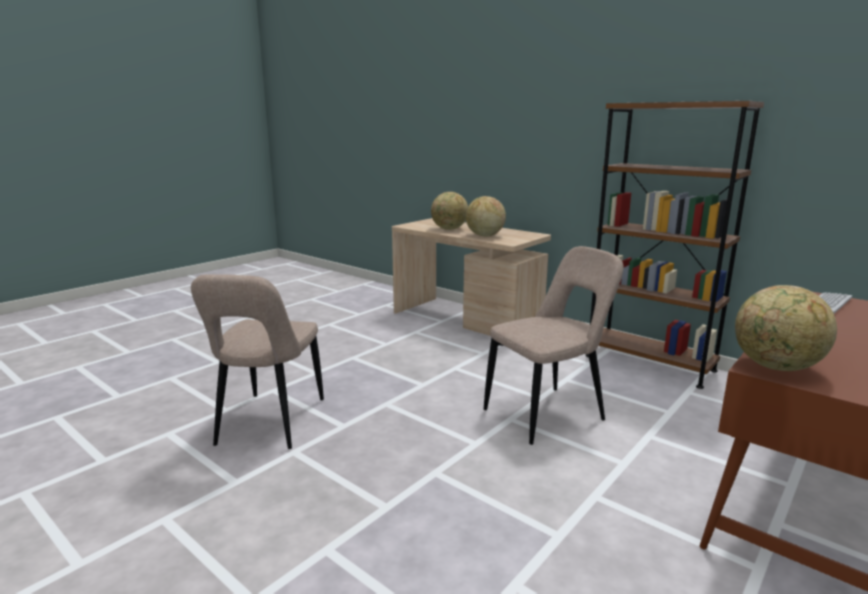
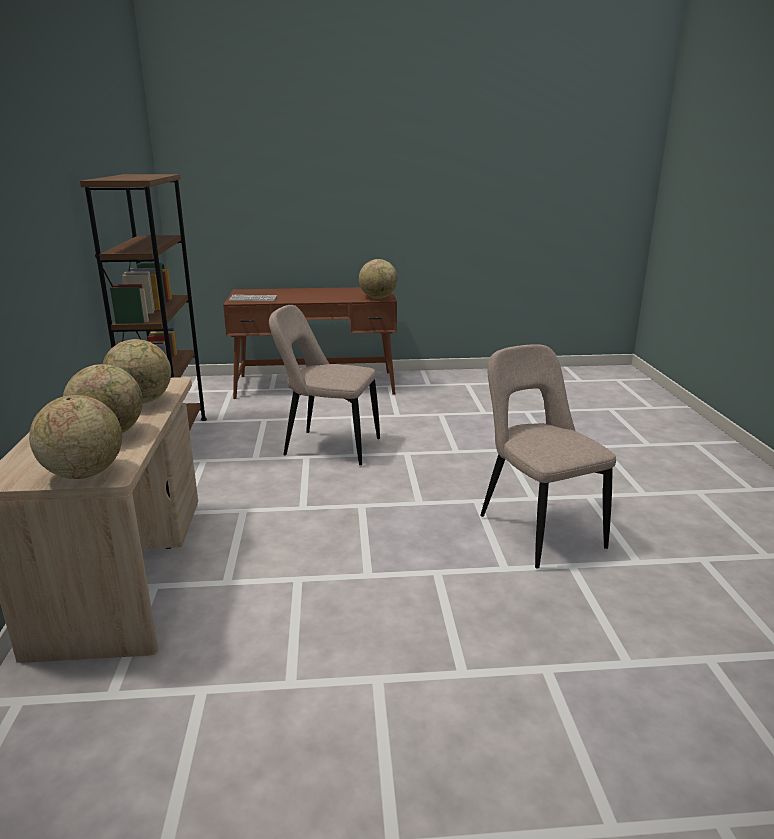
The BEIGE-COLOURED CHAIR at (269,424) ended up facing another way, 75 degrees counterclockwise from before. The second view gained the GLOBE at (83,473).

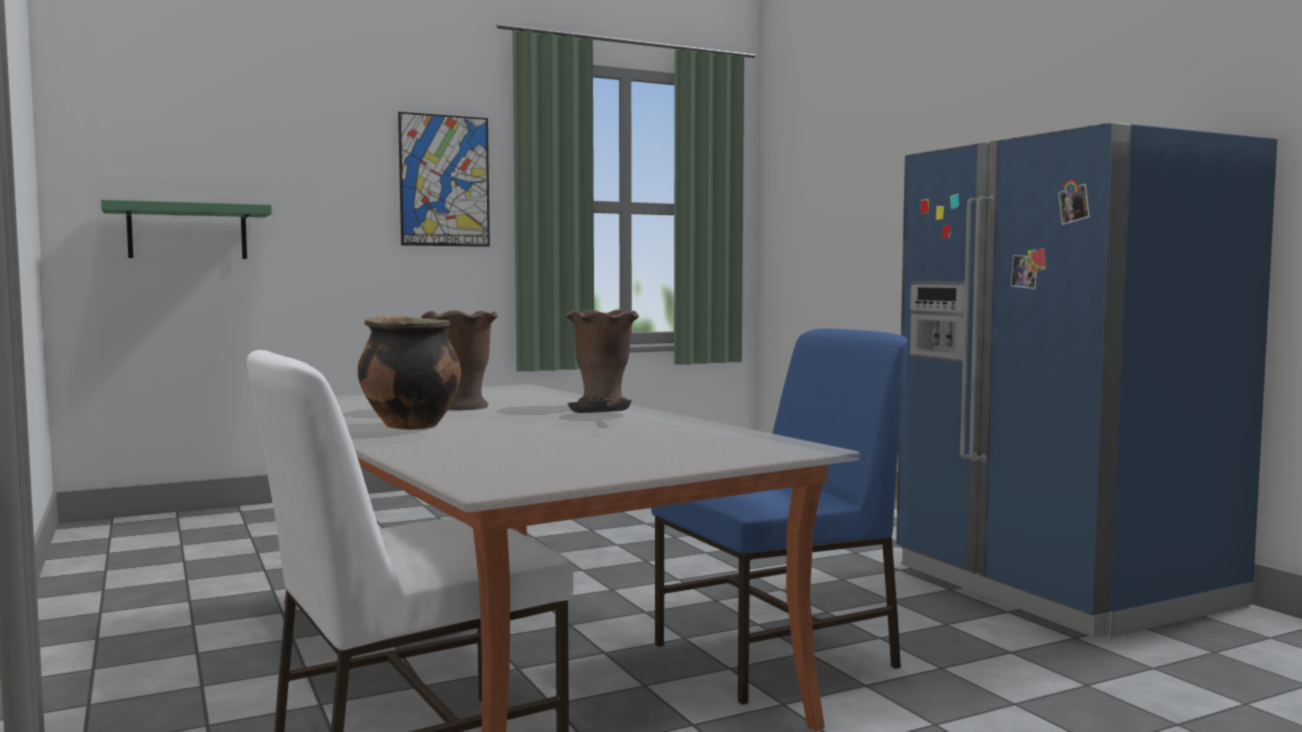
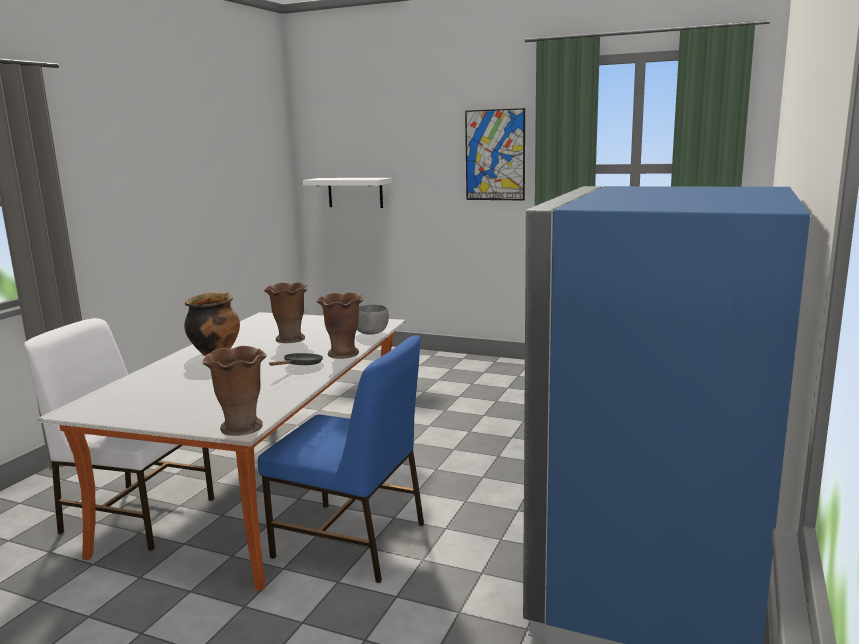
What was the GREENISH SHELF at (188,232) turned into the WHITE-COLOURED SHELF at (355,192). The second view gained the GRAY SERVING BOWL at (371,333). The second view gained the BROWN VASE at (242,427).

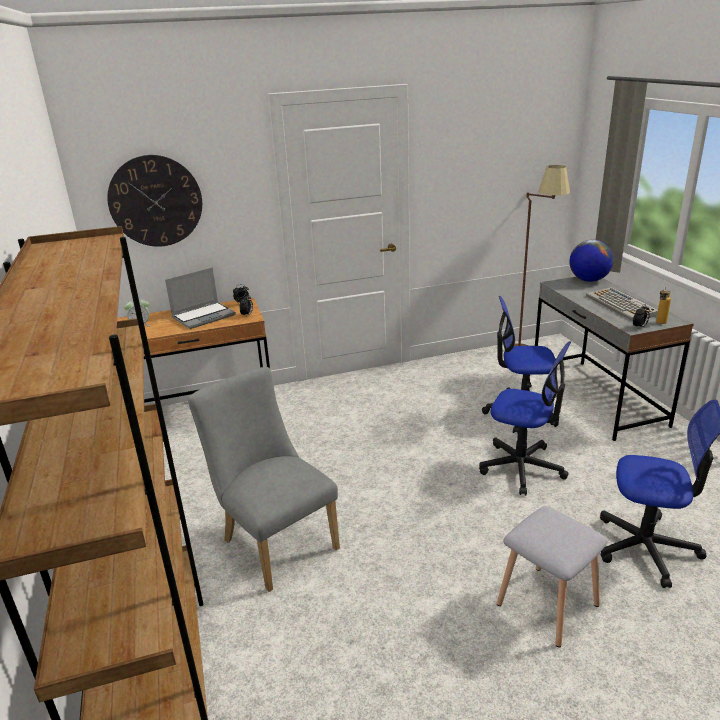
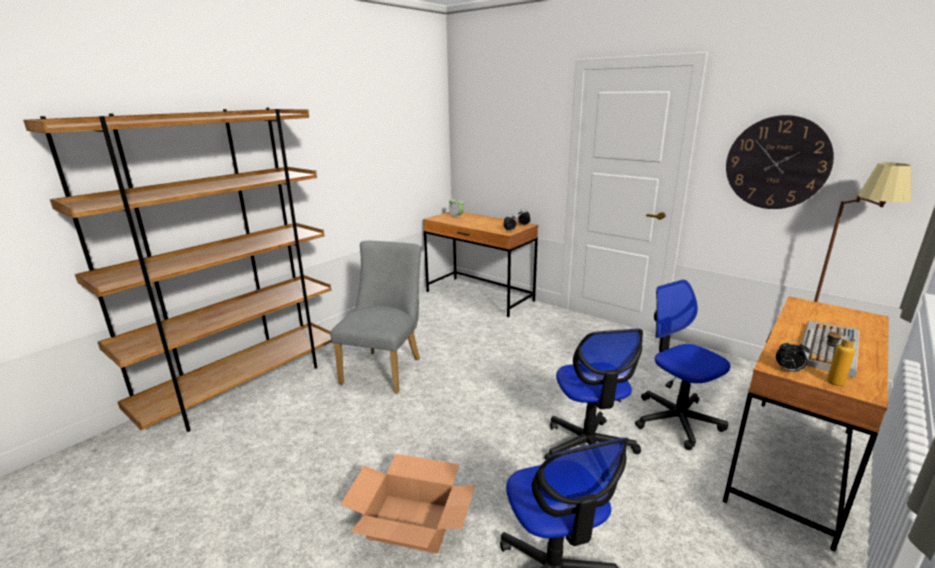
The HANGING CLOCK ended up elsewhere, having gone from (155,201) to (777,163). The second view lost the GLOBE at (588,280). The second view lost the PORTABLE COMPUTER at (204,316). What was the GRAY DESK at (596,398) turned into the BROWN DESK at (791,464). Where the GRAY STOOL SEAT stood at (547,606), the PACKING BOX came to stand at (411,522).

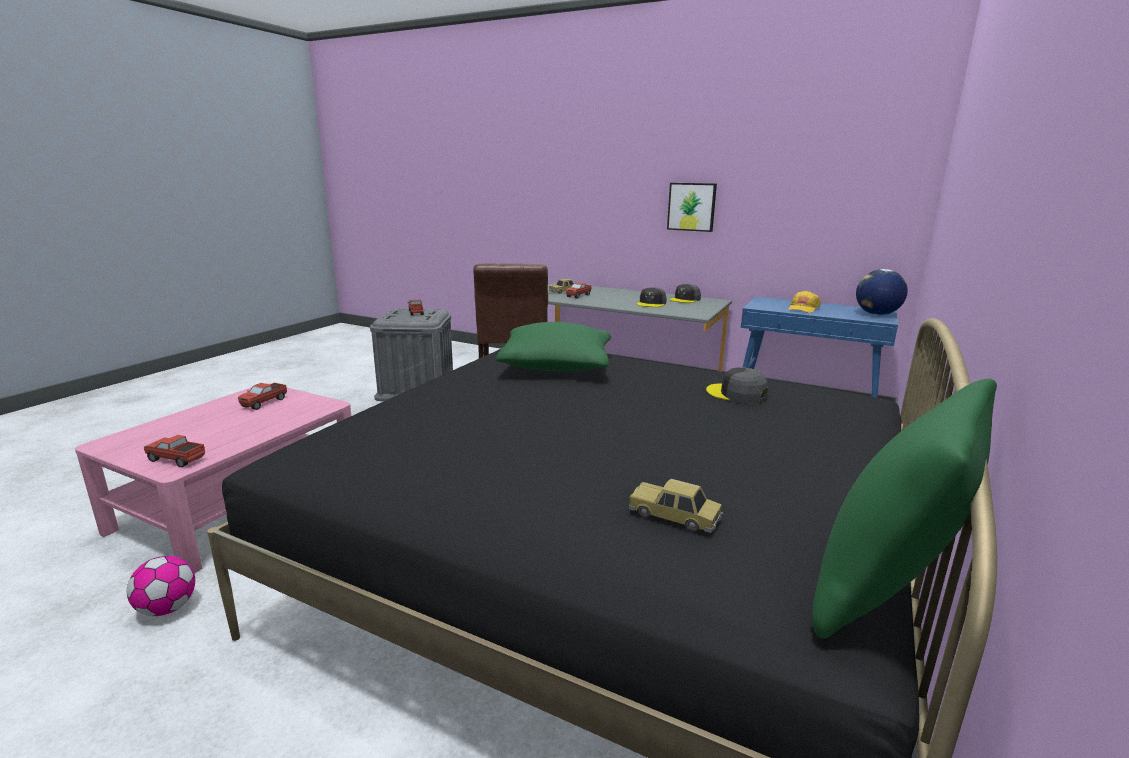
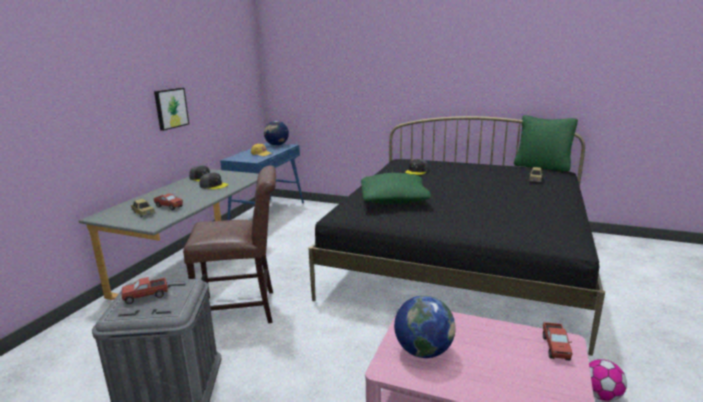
Where the MODEL TRUCK stood at (264,403), the GLOBE came to stand at (423,351).

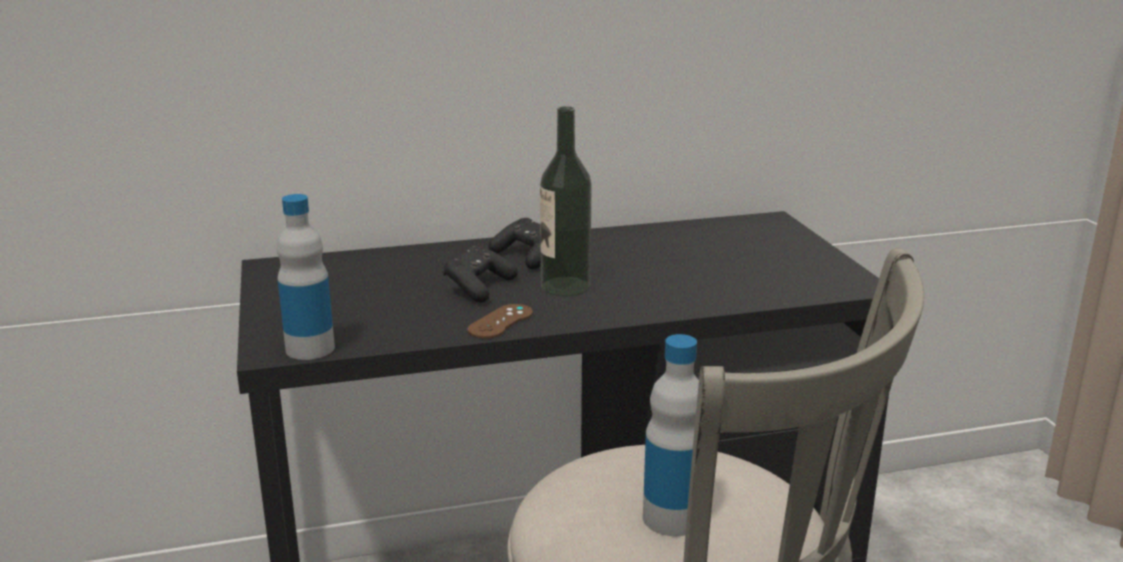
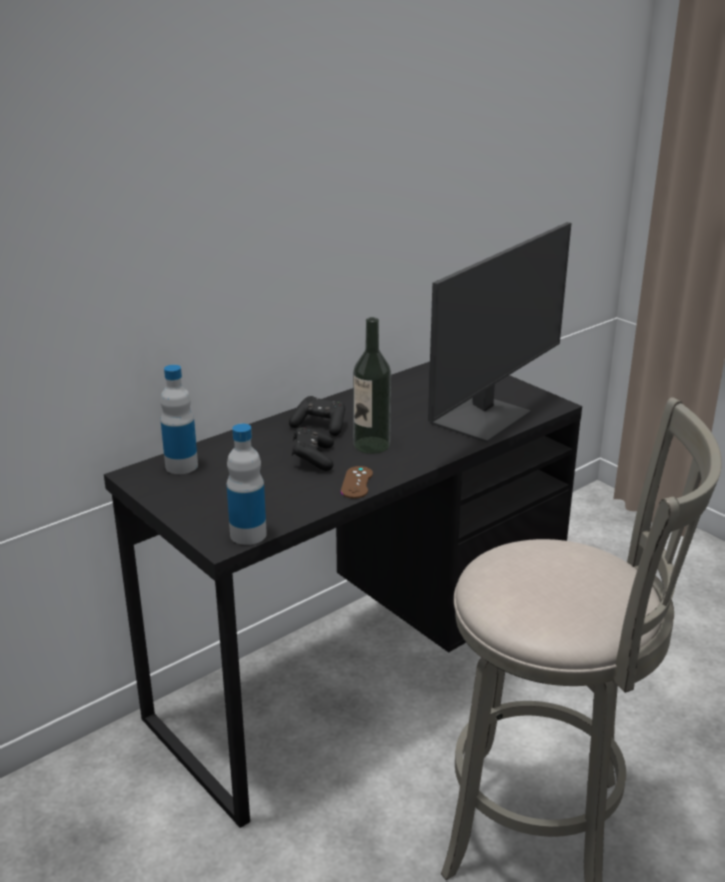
The BOTTLE ended up elsewhere, having gone from (672,518) to (181,466). The second view gained the COMPUTER DISPLAY at (483,418).

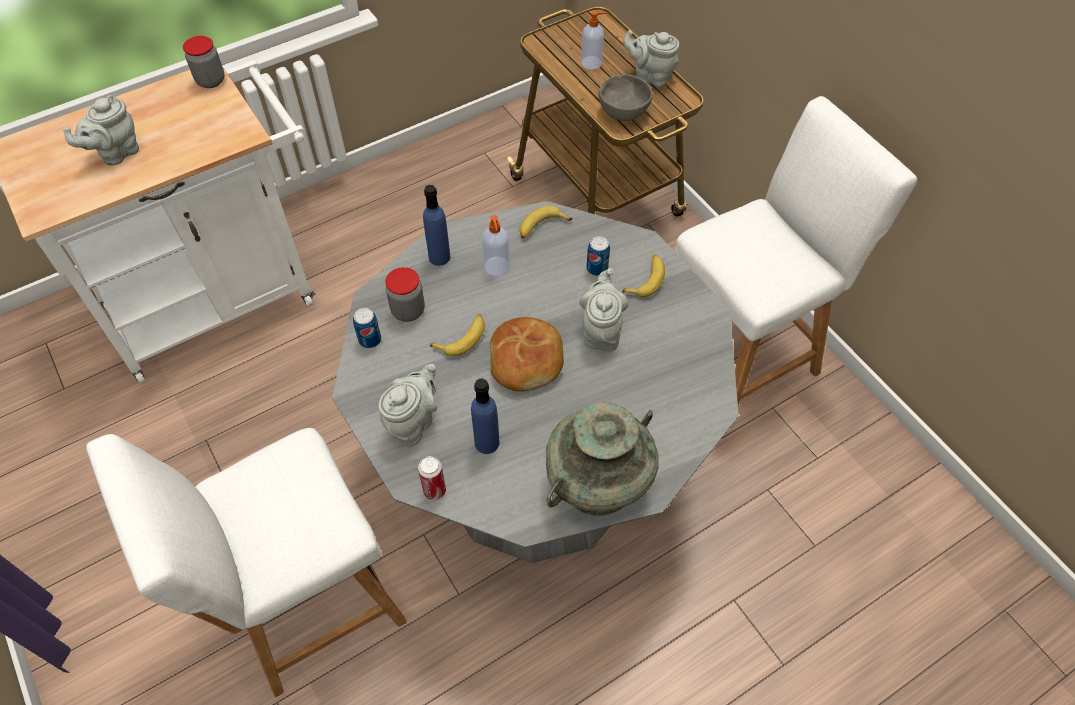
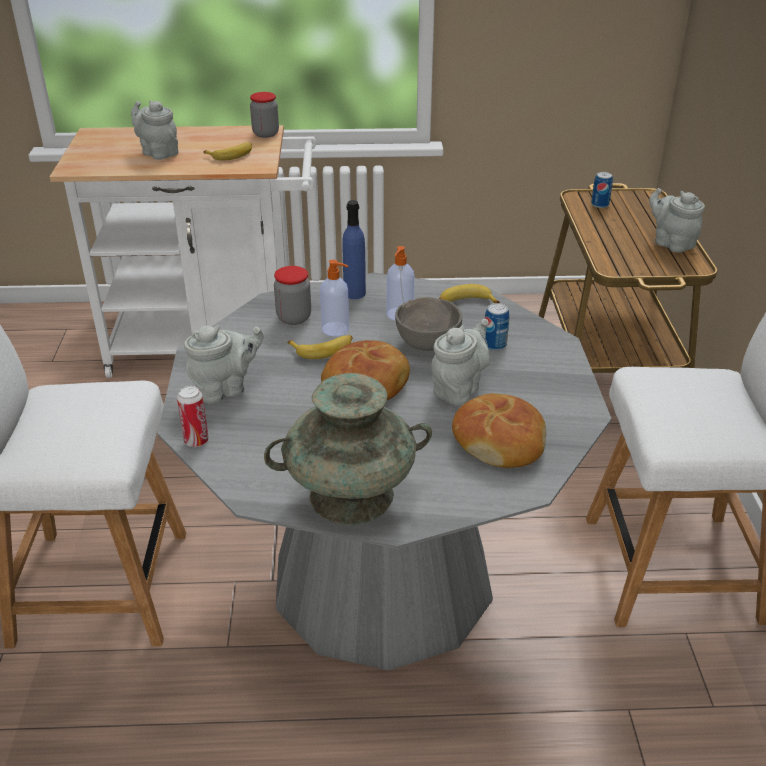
The SOAP DISPENSER ended up elsewhere, having gone from (592,63) to (336,329). The GRAY SERVING BOWL ended up elsewhere, having gone from (623,112) to (428,343). The GRAY TEAPOT at (116,153) ended up facing another way, 60 degrees clockwise from before. The WHOLE BANANA ended up elsewhere, having gone from (646,279) to (231,155). The CAN ended up elsewhere, having gone from (370,340) to (600,204). The second view lost the BLUE-COLOURED BOTTLE at (487,442). The second view gained the BREAD at (499,441).

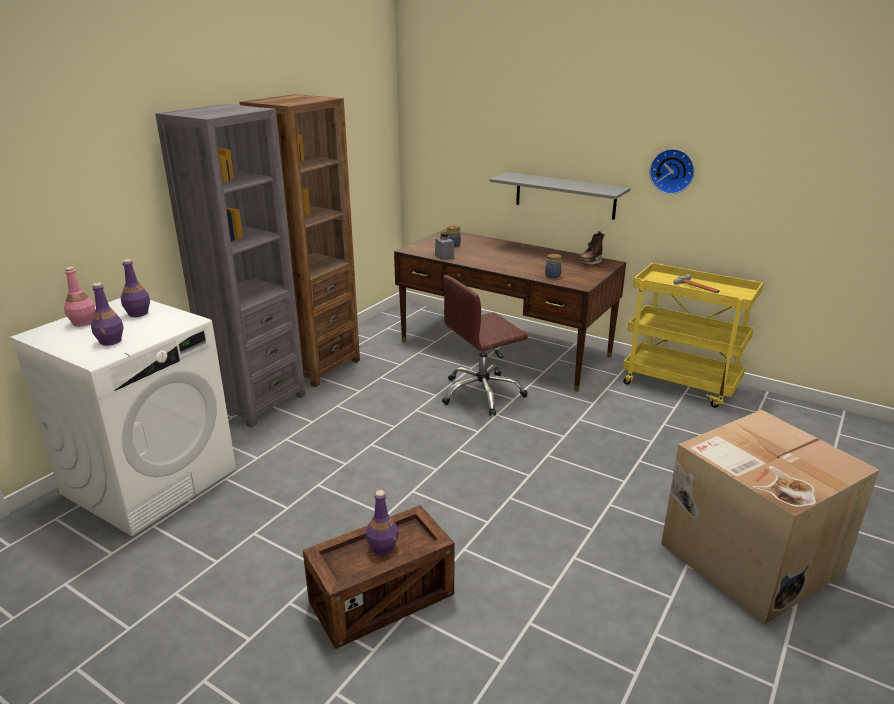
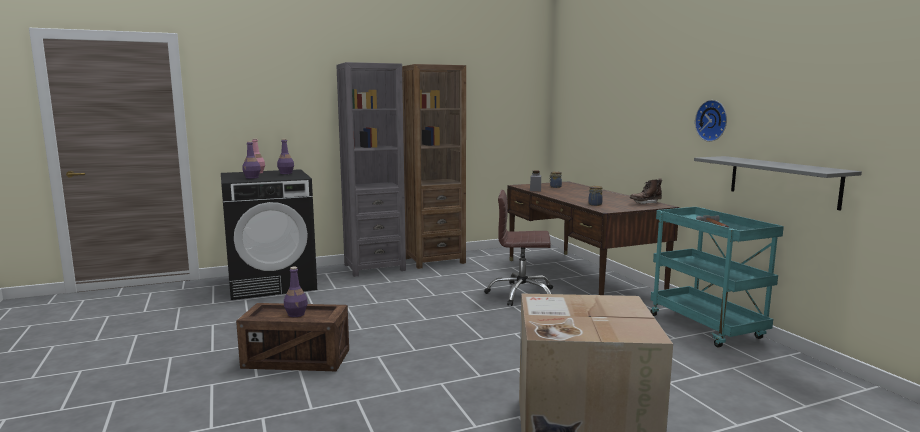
The GRAY SHELF ended up elsewhere, having gone from (565,195) to (783,181). What was the YELLOW-COLOURED TROLLEY at (681,385) turned into the BLUE-GREEN TROLLEY at (707,327). What was the WHITE-COLOURED LAUNDRY MACHINE at (150,480) turned into the BLACK LAUNDRY MACHINE at (272,283).

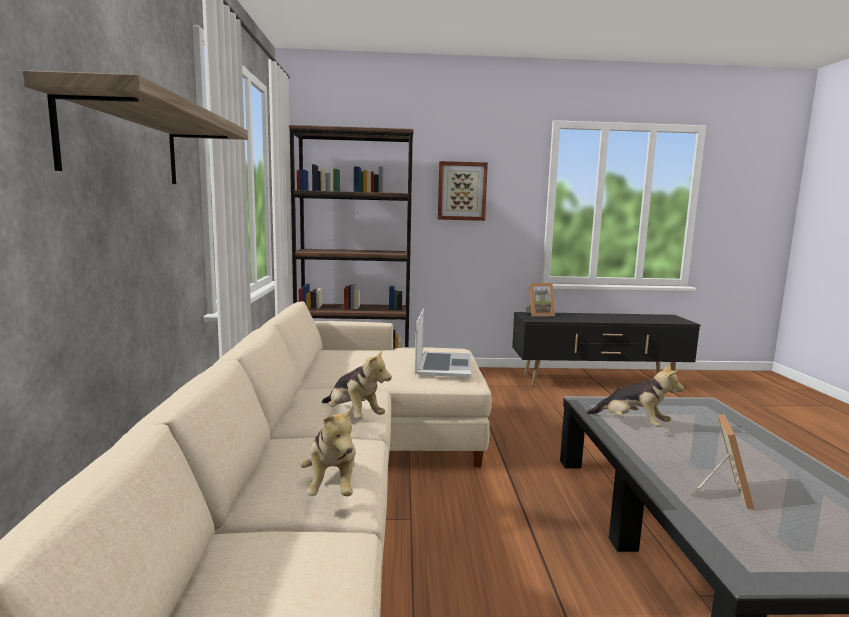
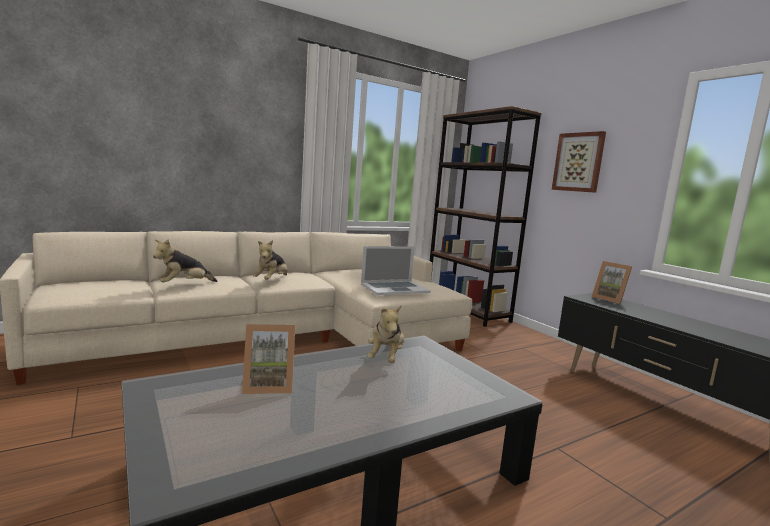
The second view lost the SHELF at (124,143).

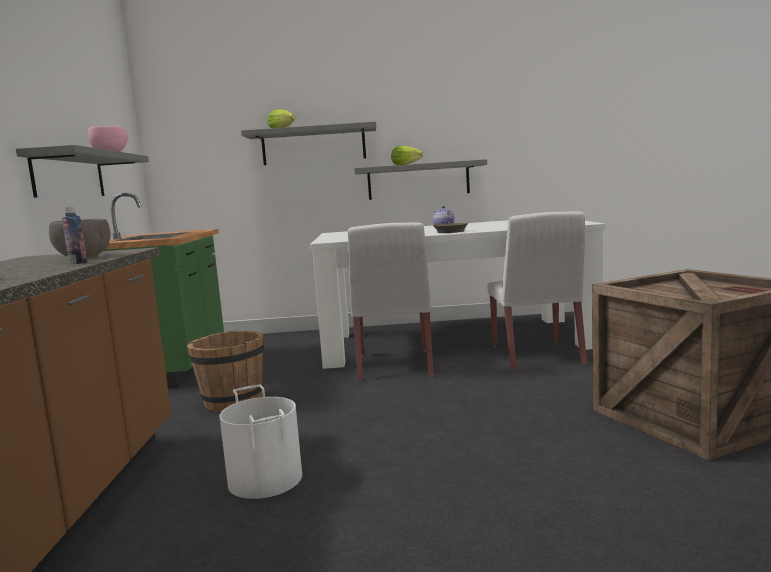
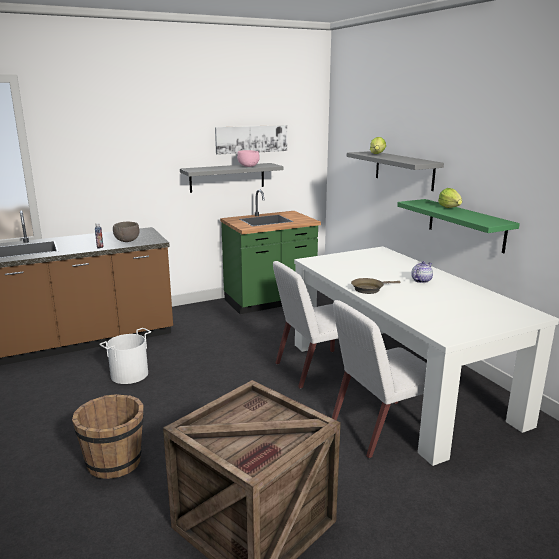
What was the GRAY SHELF at (418,180) turned into the GREENISH SHELF at (466,225). The BROWN BUCKET ended up elsewhere, having gone from (233,401) to (114,462). The second view gained the PICTURE at (251,139).

